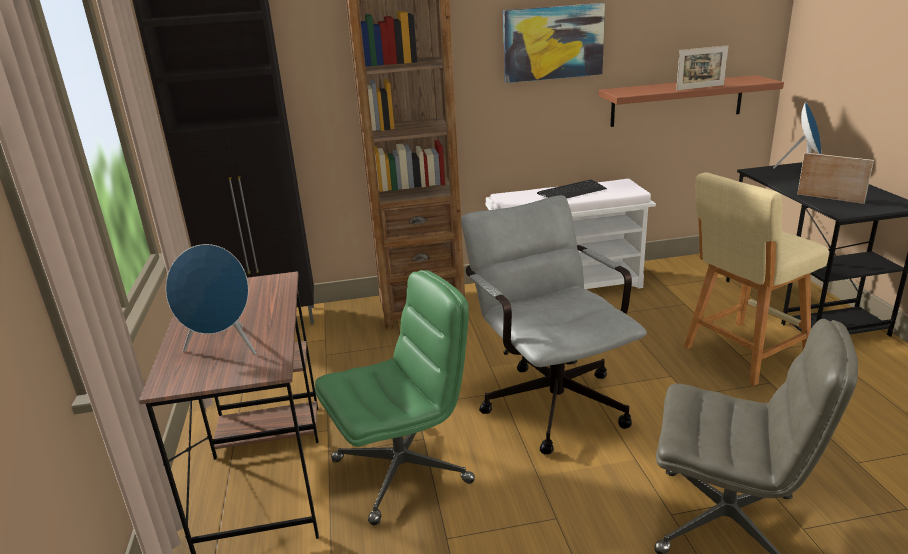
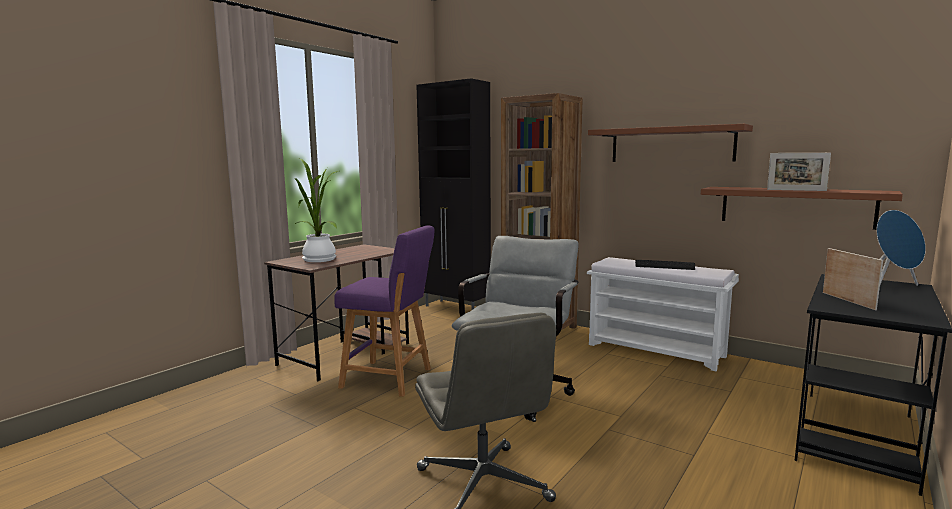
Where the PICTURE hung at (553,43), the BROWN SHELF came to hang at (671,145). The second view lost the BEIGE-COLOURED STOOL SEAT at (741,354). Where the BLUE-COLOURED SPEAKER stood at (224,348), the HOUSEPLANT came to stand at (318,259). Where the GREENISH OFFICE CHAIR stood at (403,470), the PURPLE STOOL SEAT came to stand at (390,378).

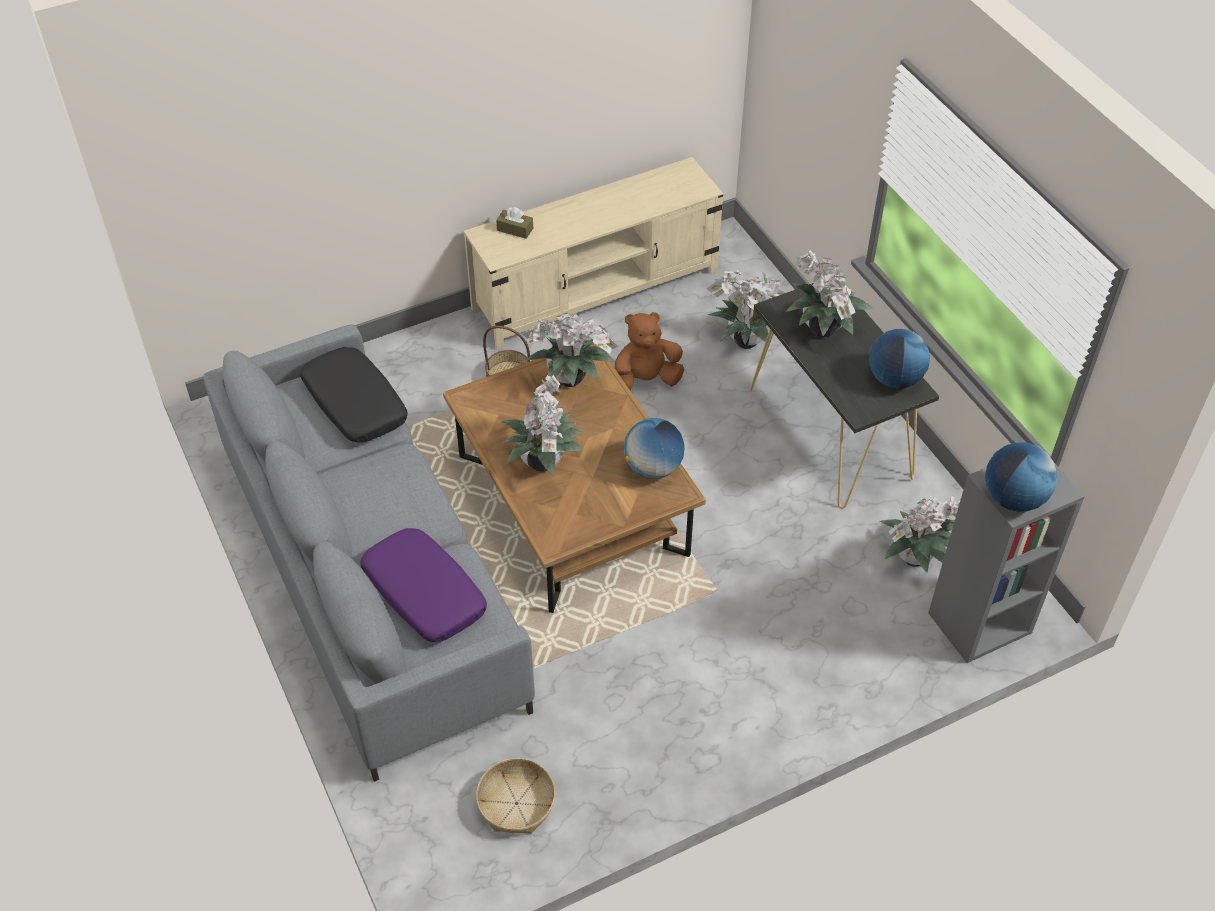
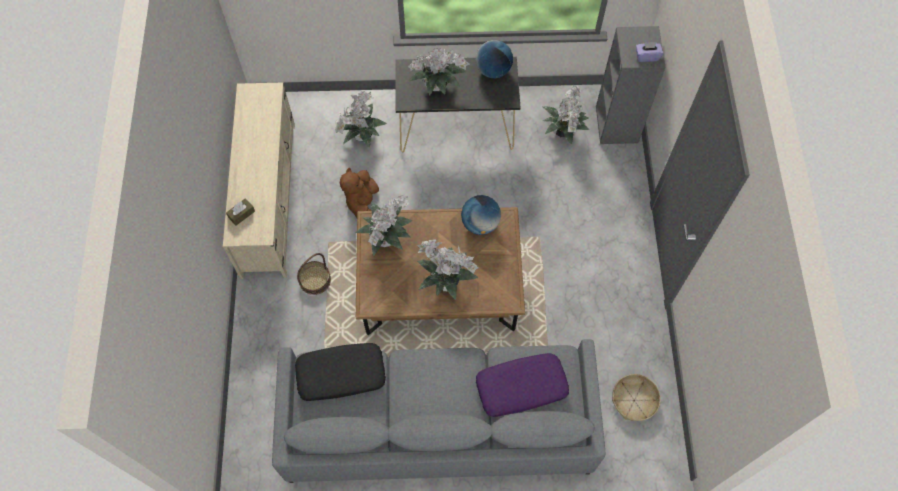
Where the GLOBE stood at (1013,498), the PURPLE TISSUE HOLDER came to stand at (647,56).

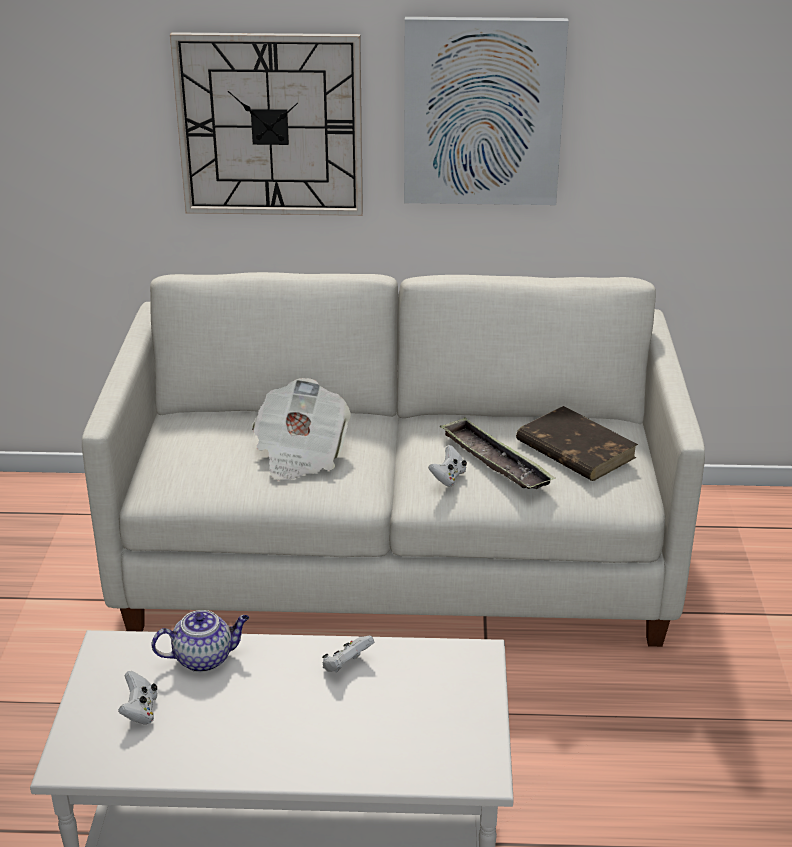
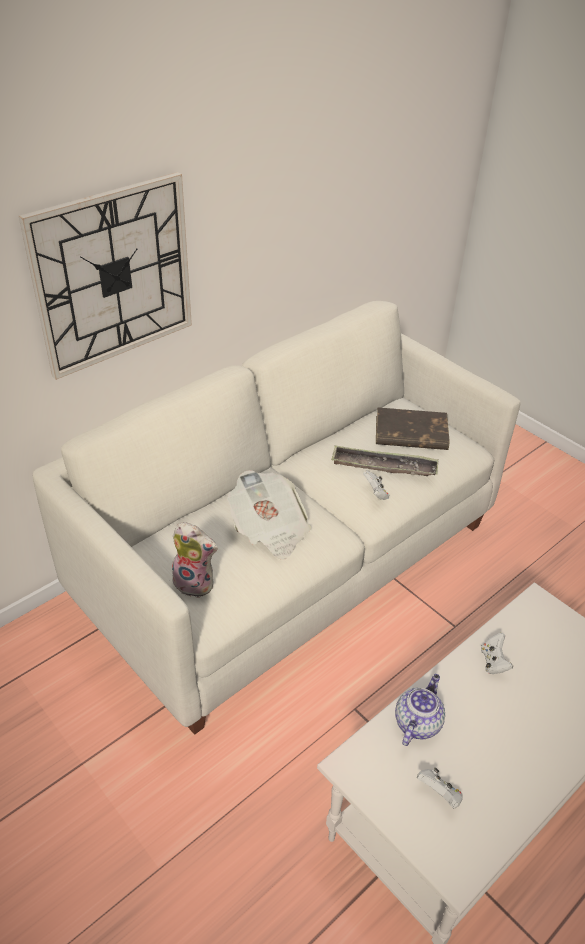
The second view lost the PICTURE at (482,112). The second view gained the PLUSH TOY at (196,582).

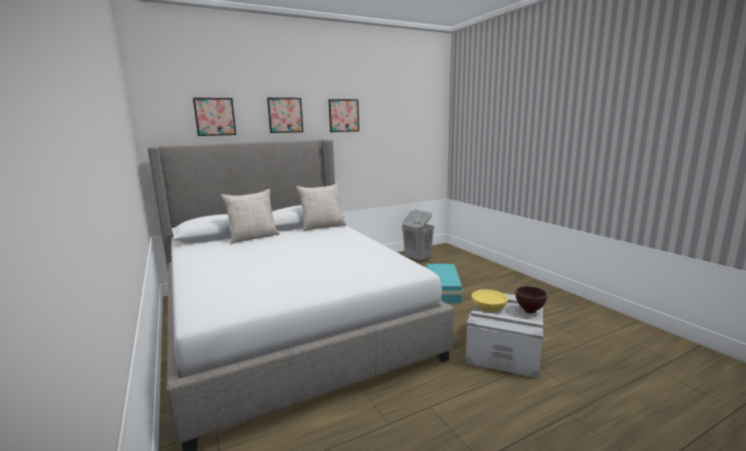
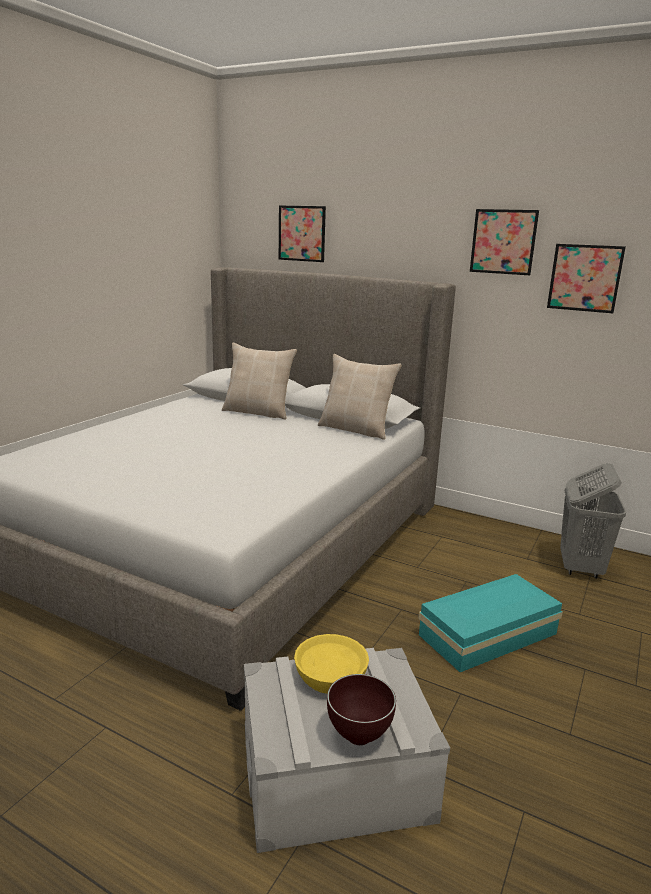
The PICTURE ended up elsewhere, having gone from (285,115) to (585,278).

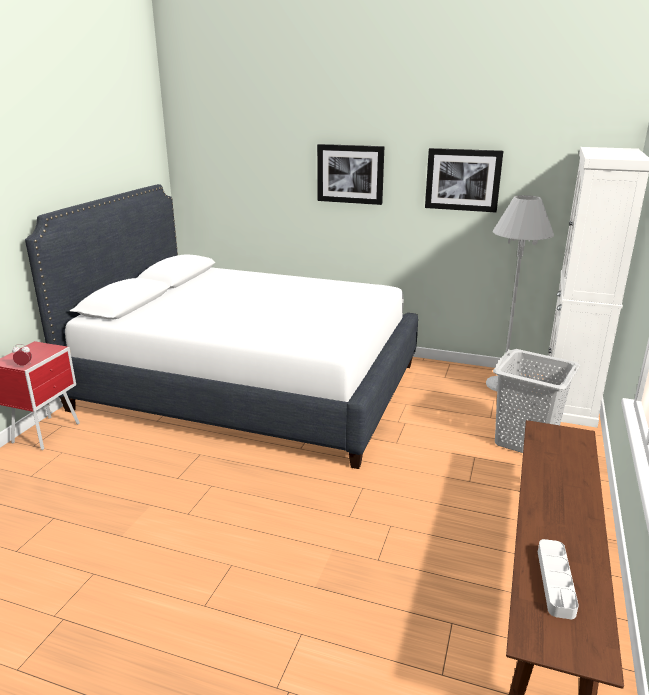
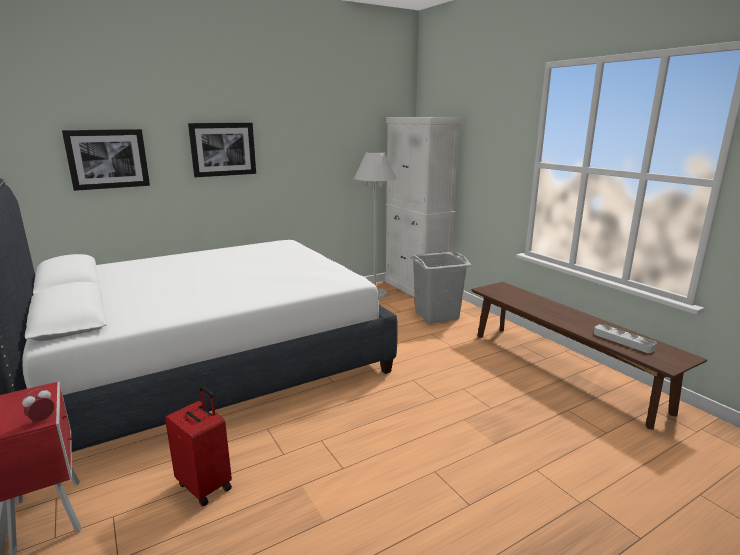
The PICTURE ended up elsewhere, having gone from (463,180) to (108,159). The second view gained the RED-COLOURED TRAVEL CASE at (206,485).

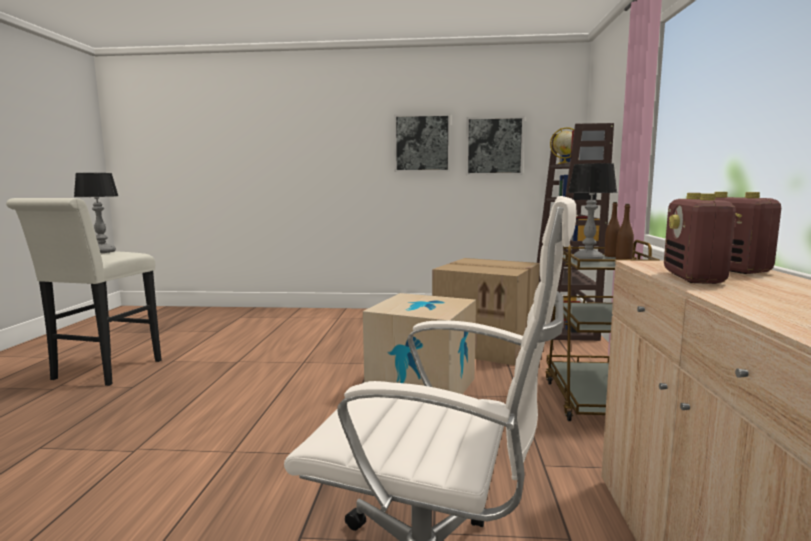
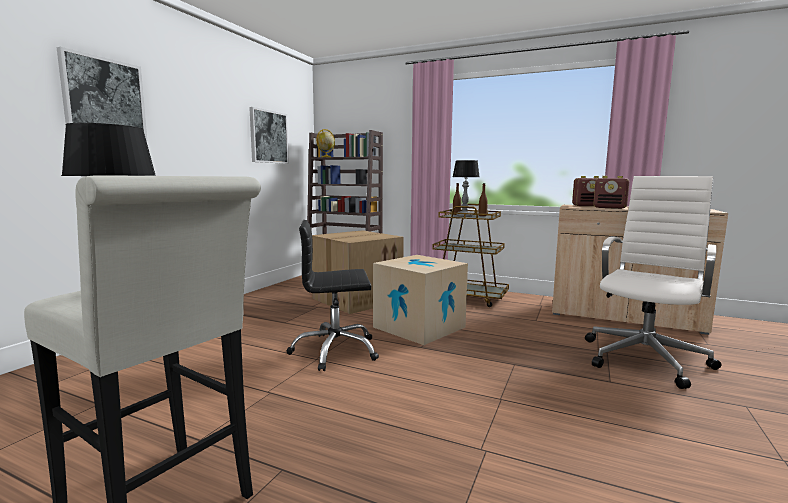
The PICTURE ended up elsewhere, having gone from (422,143) to (104,98). The second view gained the BLACK OFFICE CHAIR at (335,351).

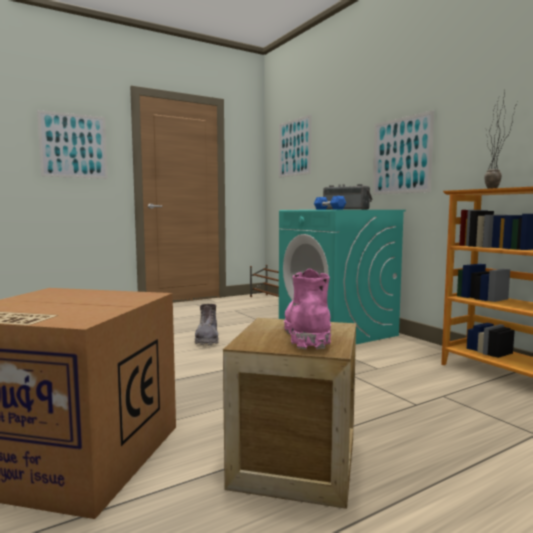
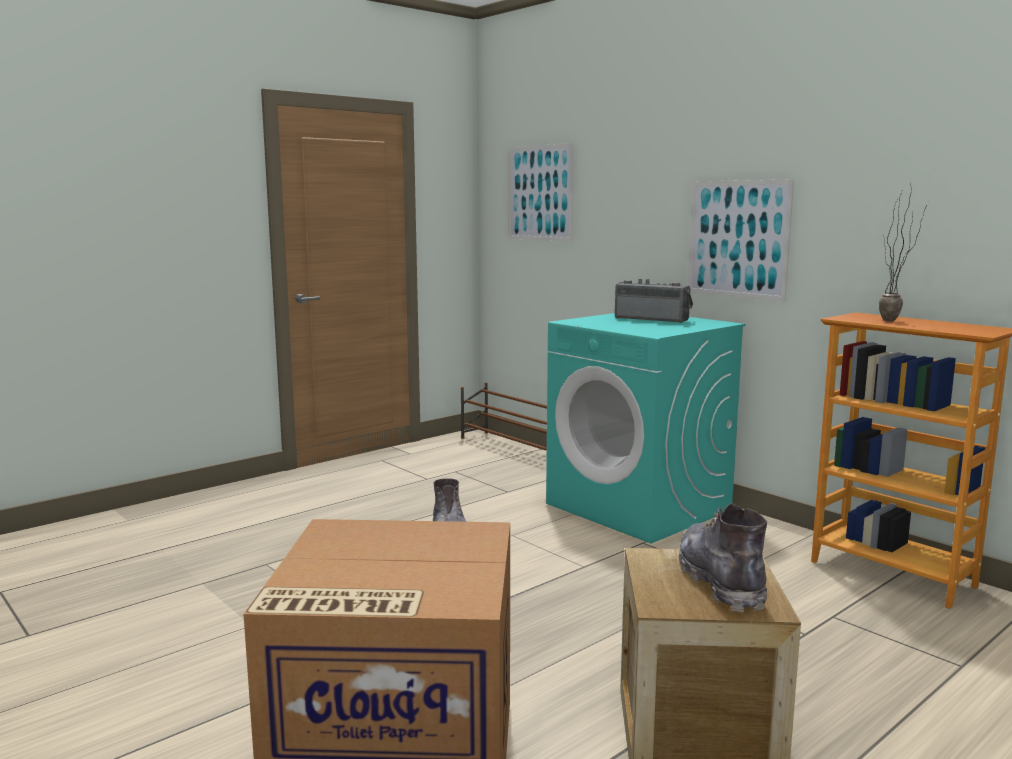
The second view lost the PICTURE at (73,146). The second view lost the BLUE-COLOURED FREE WEIGHT at (329,209). What was the PINK-COLOURED HIGH-TOP BOOT at (308,335) turned into the GRAY HIGH-TOP BOOT at (720,582).

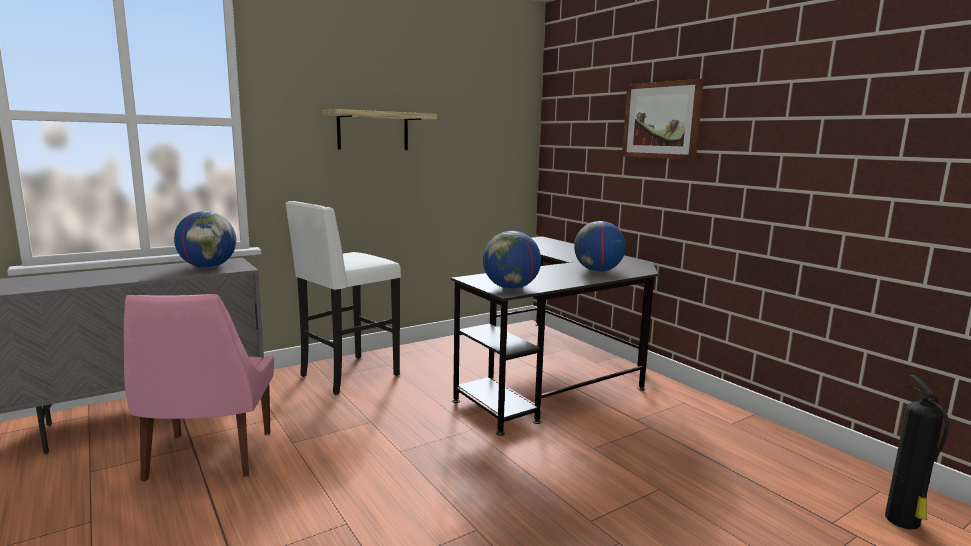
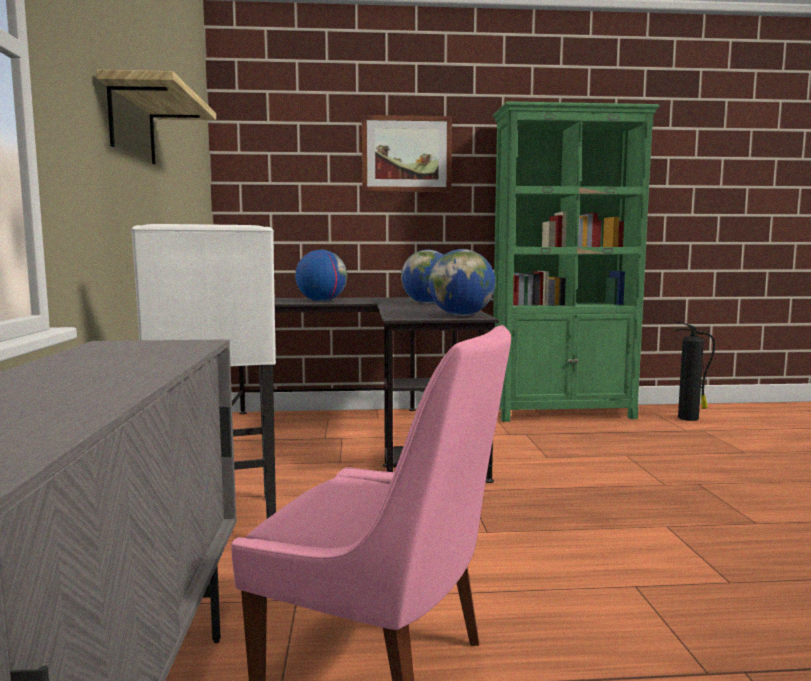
The GLOBE ended up elsewhere, having gone from (208,267) to (321,301). The second view gained the GREENISH BOOKSHELF at (563,413).

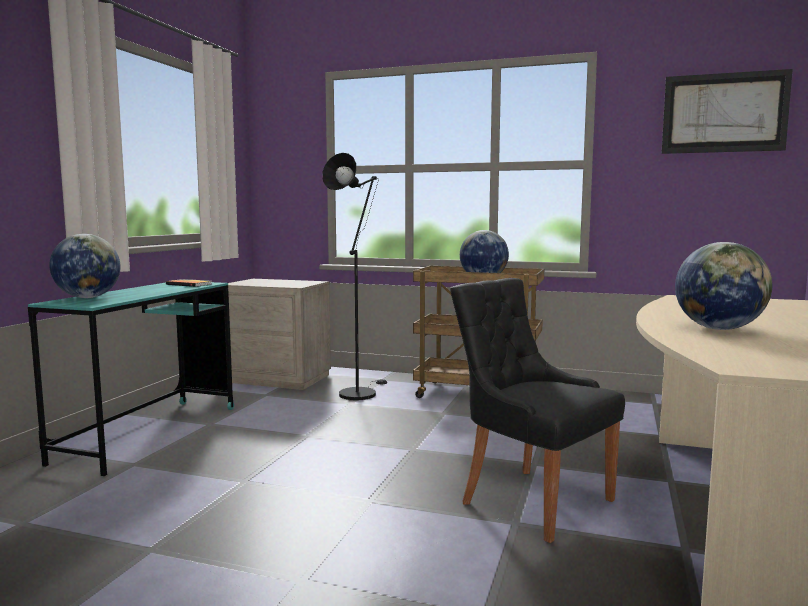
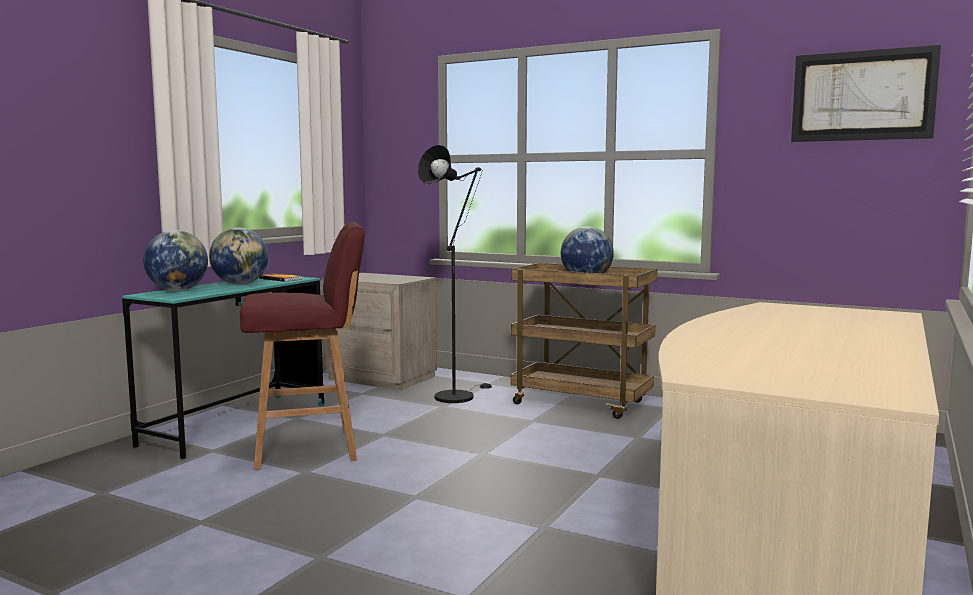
The GLOBE ended up elsewhere, having gone from (719,329) to (240,284). The second view lost the BLACK CHAIR at (532,500). The second view gained the RED-COLOURED STOOL SEAT at (309,448).

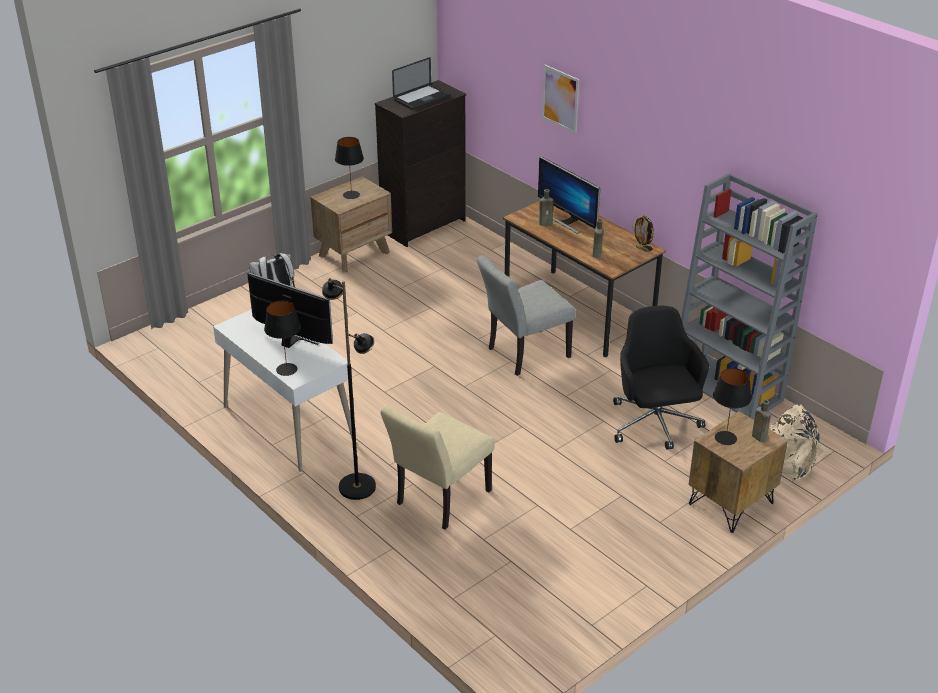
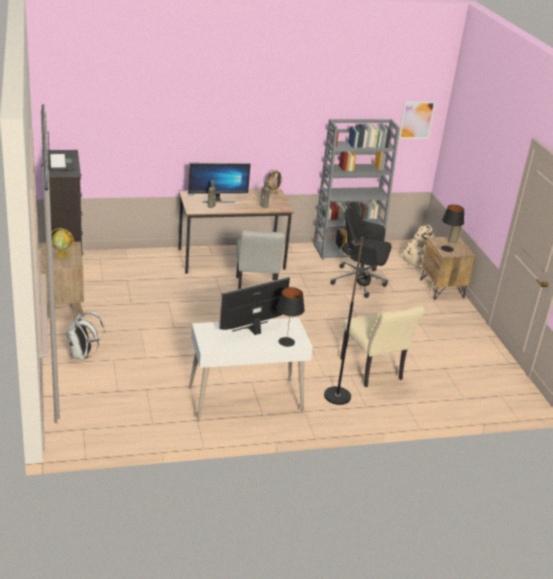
The PICTURE ended up elsewhere, having gone from (560,98) to (416,120). Where the BLACK LAMP FOR A TABLE stood at (351,195), the GLOBE came to stand at (63,254).

